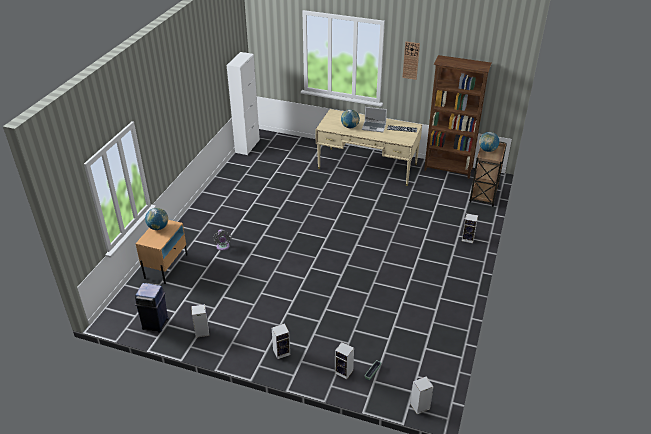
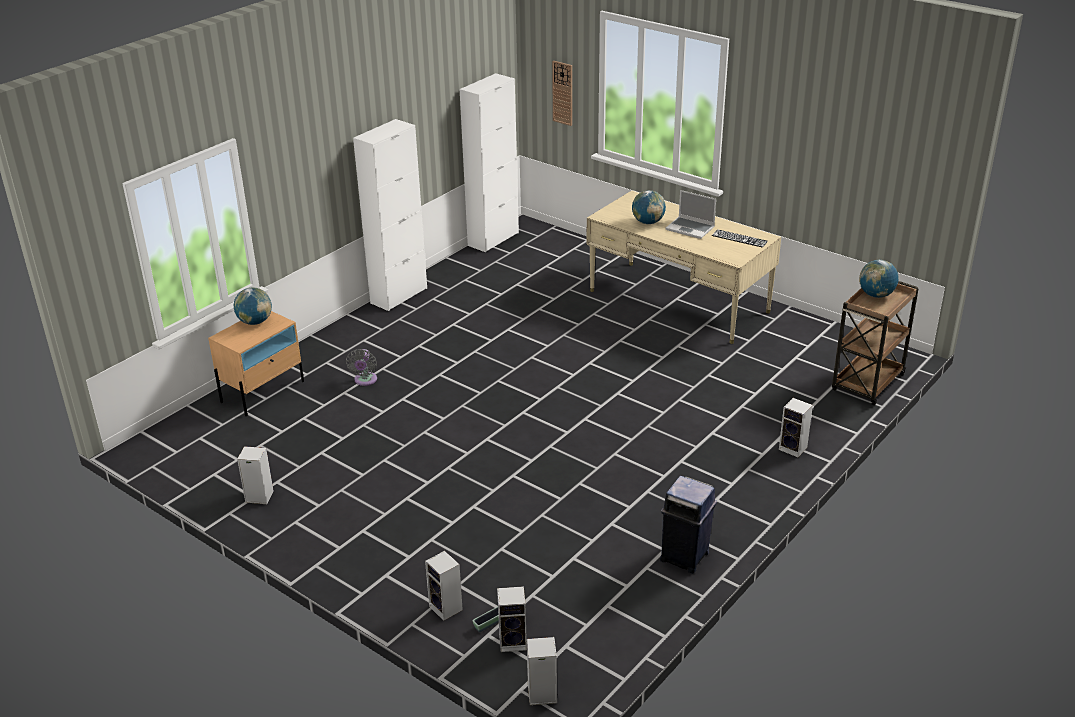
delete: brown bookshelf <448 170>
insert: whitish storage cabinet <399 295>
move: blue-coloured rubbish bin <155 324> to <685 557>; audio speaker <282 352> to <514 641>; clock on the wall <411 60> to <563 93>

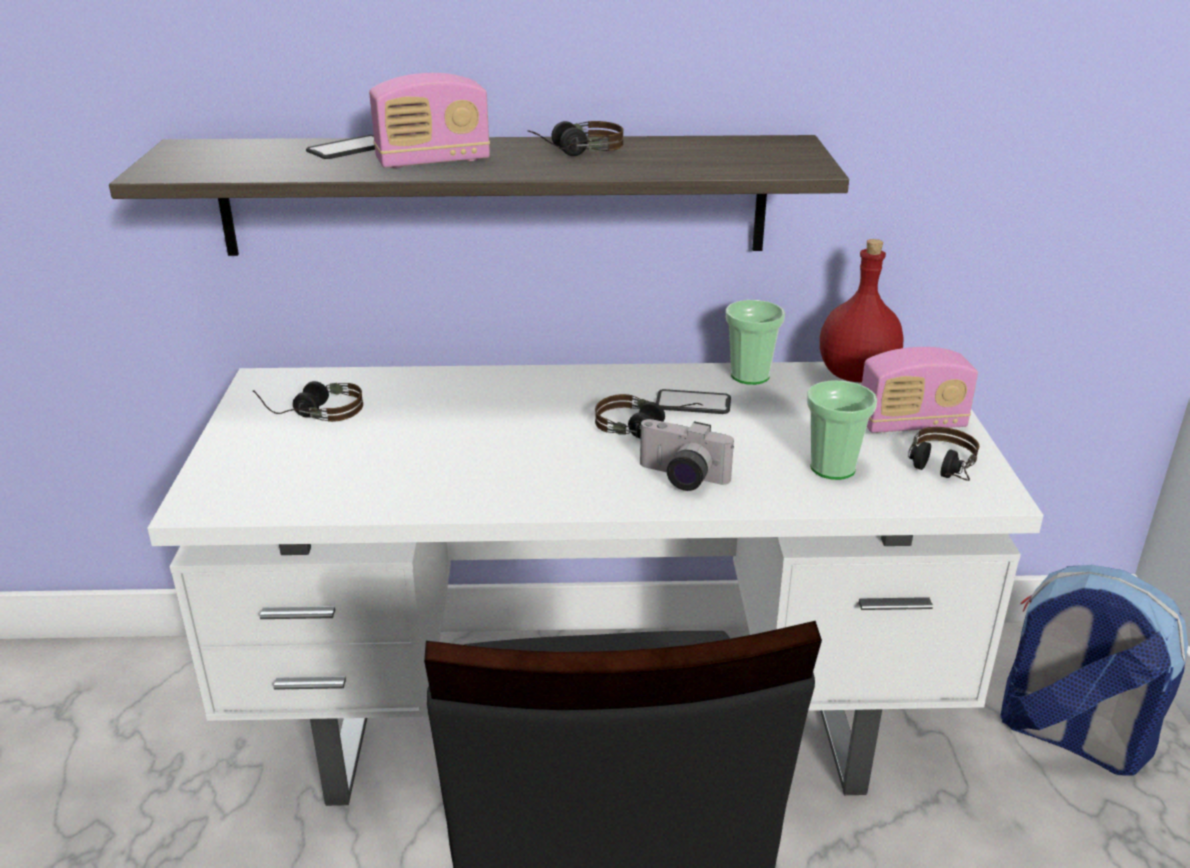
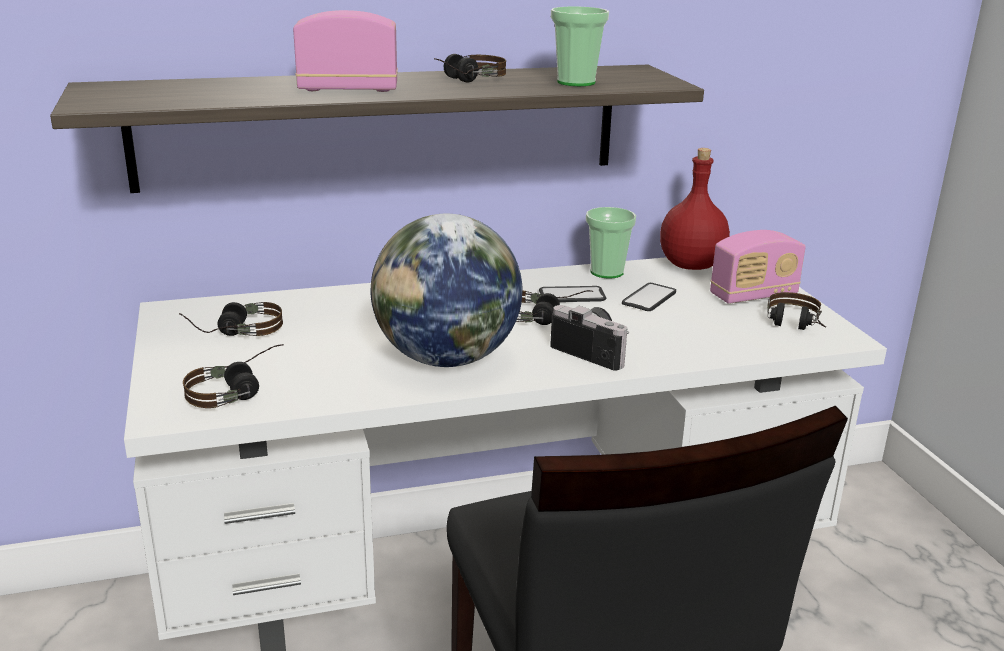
delete: backpack <1068 736>
insert: headphones <239 391>; desk globe <447 359>
move: phone <349 149> to <649 298>; drinking cup <832 468> to <576 82>
rotate: radio set <433 161> = <348 89> 150 degrees counterclockwise; photo camera <680 478> = <594 350> 150 degrees counterclockwise

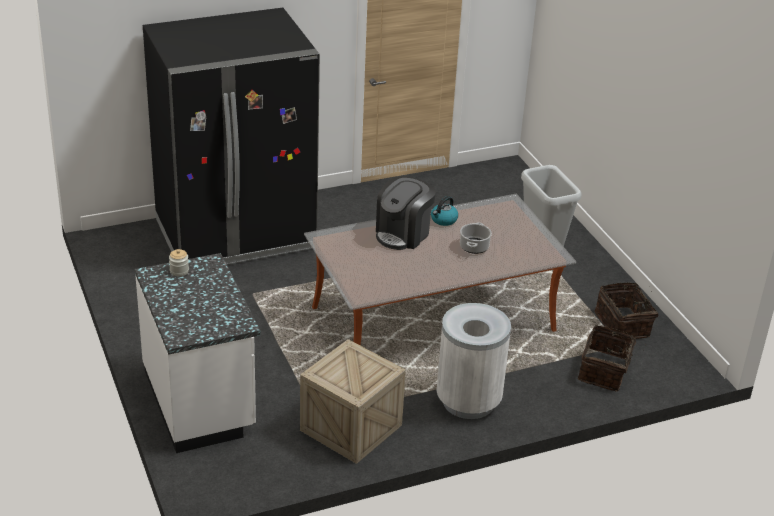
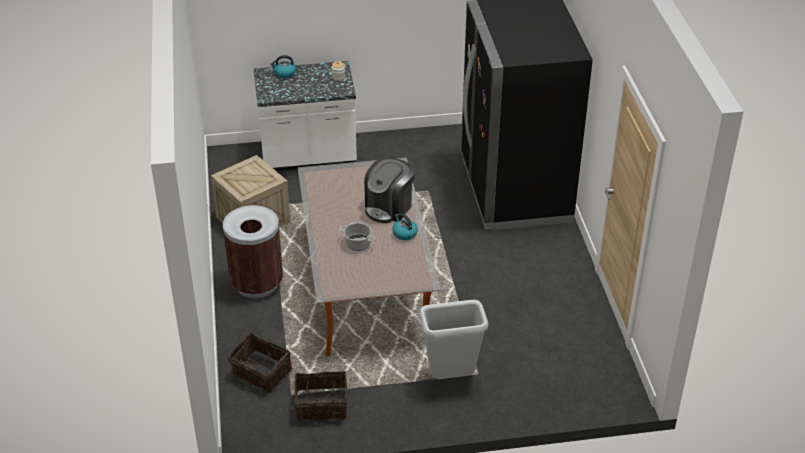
insert: water kettle <284 73>
recolor: whitish rubbish bin <468 401> to brown rubbish bin <257 283>
rotate: coffee machine <403 234> = <389 207> 105 degrees counterclockwise

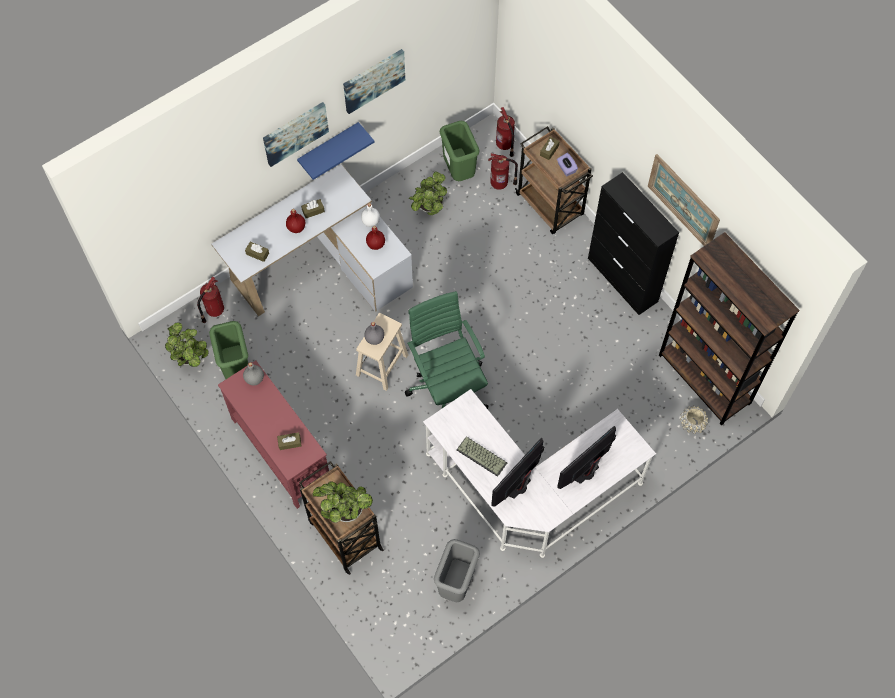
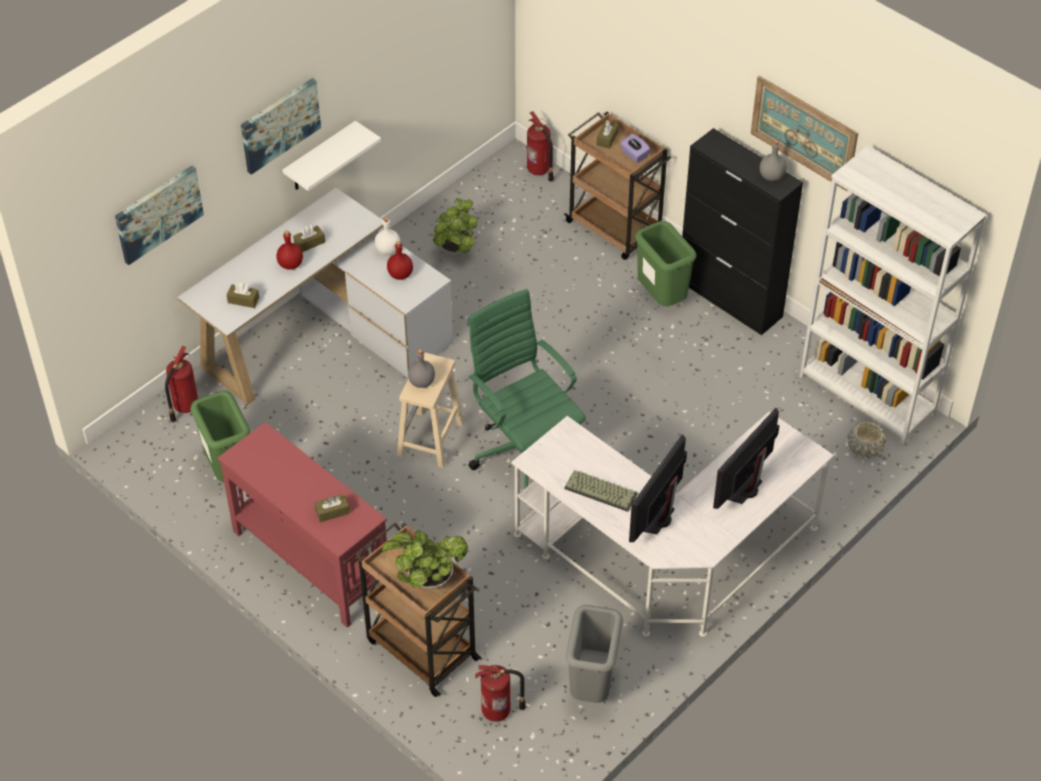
delete: houseplant <190 358>
move: greyish drink bottle <255 378> to <772 176>; wall art <373 80> to <158 213>; green rubbish bin <459 171> to <662 298>; fire-fighting cylinder <500 183> to <498 711>
recolor: blue-coloured wall shelf <329 147> to whitish wall shelf <320 158>; brown bookshelf <704 379> to whitish bookshelf <867 396>

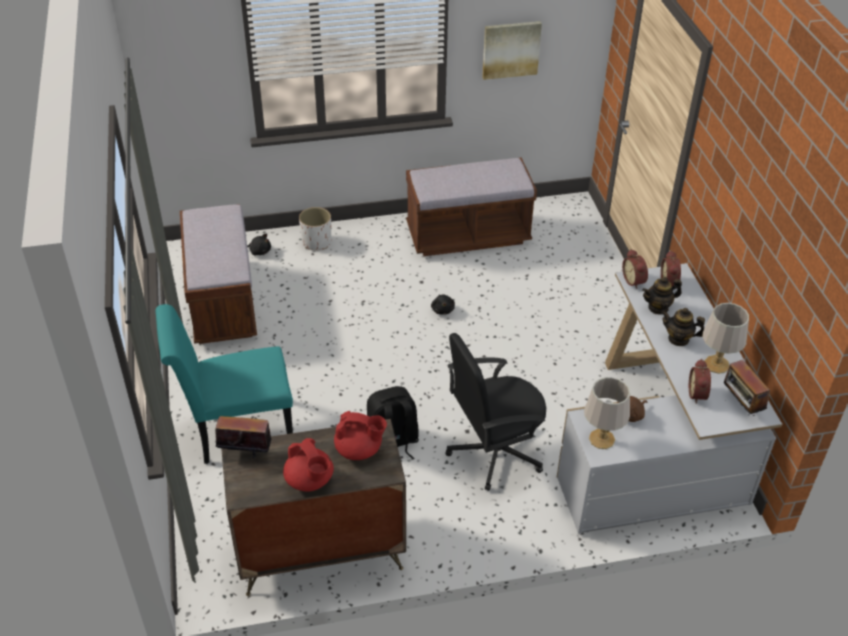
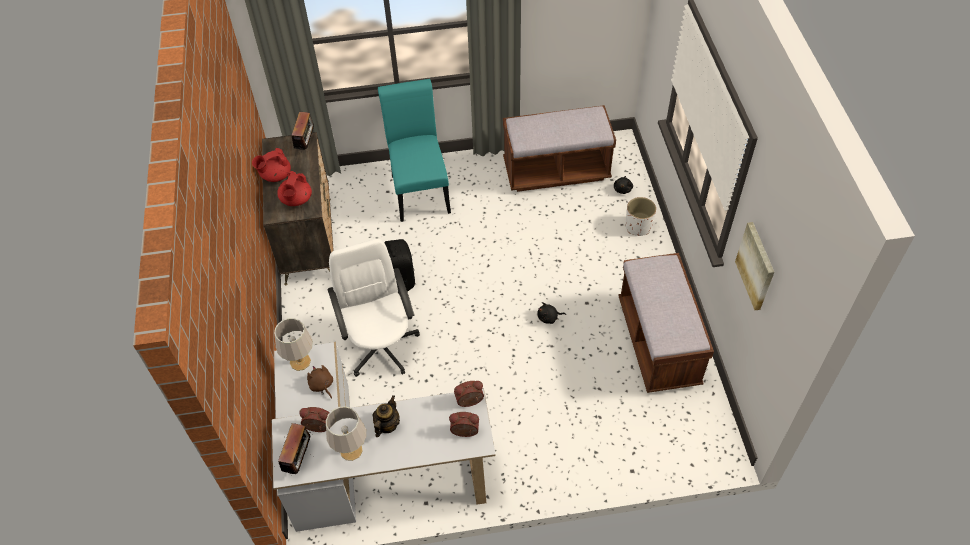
delete: pot for tea <658 307>
recolor: black computer chair <494 451> to whitish computer chair <381 345>
rotate: radio set <740 405> = <299 458> 120 degrees clockwise

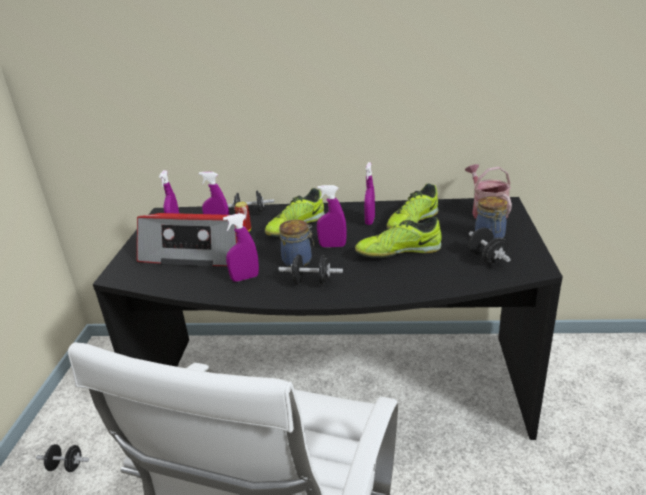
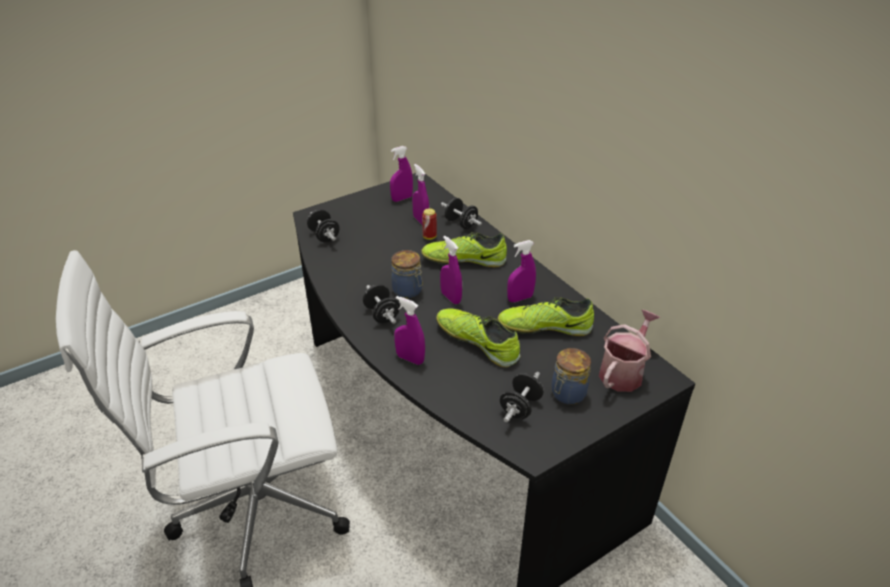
delete: radio set <196 252>
move: black hand weight <66 466> to <324 236>; purplish hand sprayer <245 278> to <410 359>

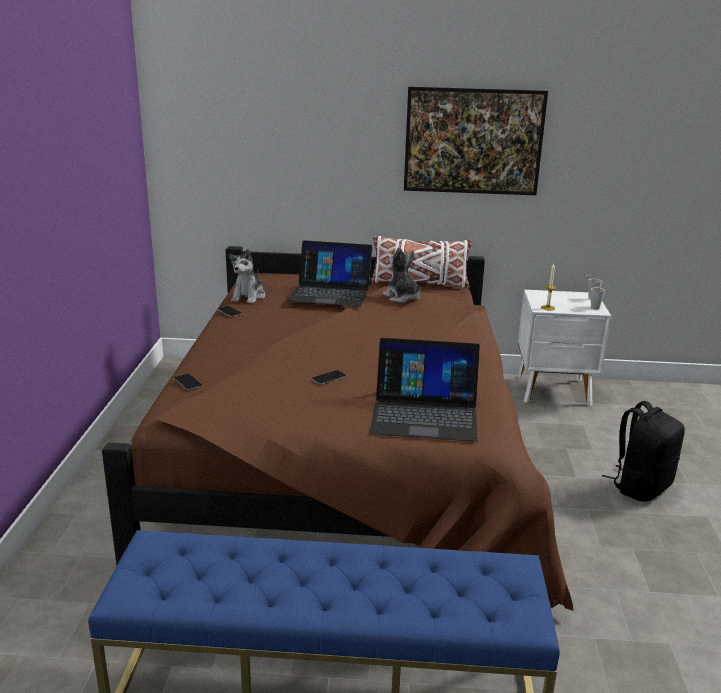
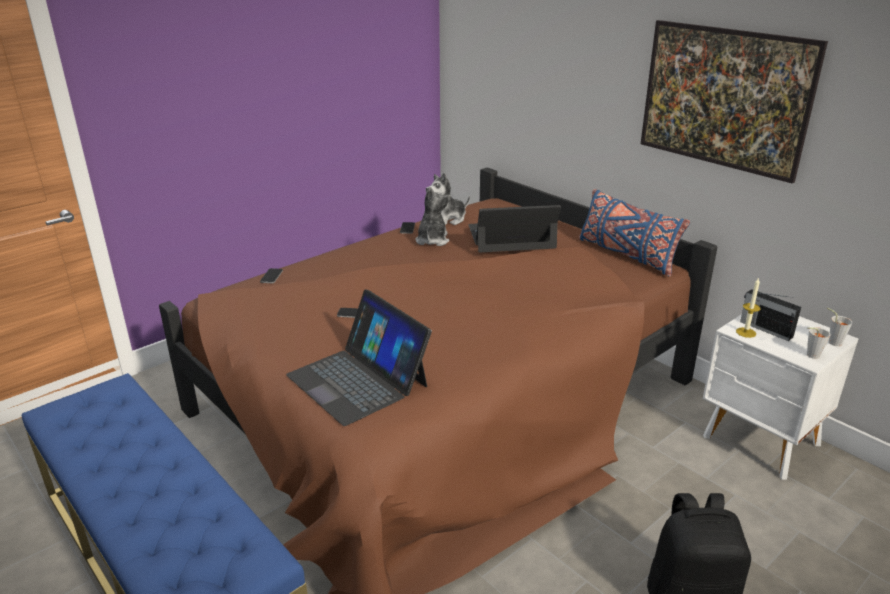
insert: radio set <765 329>
move: plush toy <402 297> to <432 240>
recolor: whitish throw pillow <419 283> to blue-coloured throw pillow <626 255>
rotate: notebook computer <330 292> = <511 237> 120 degrees clockwise

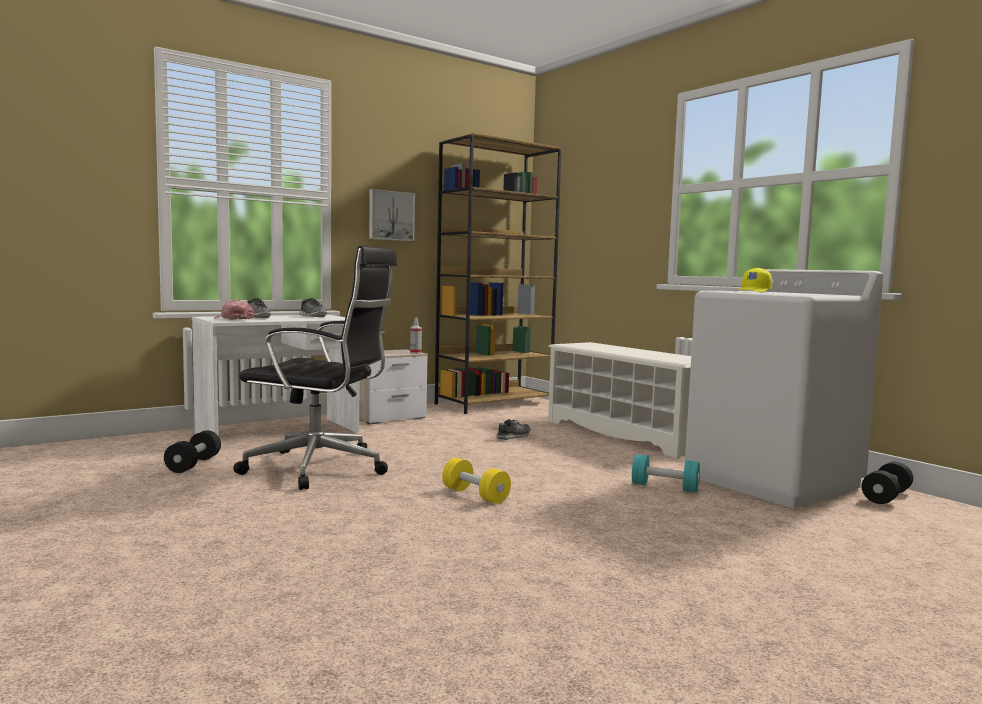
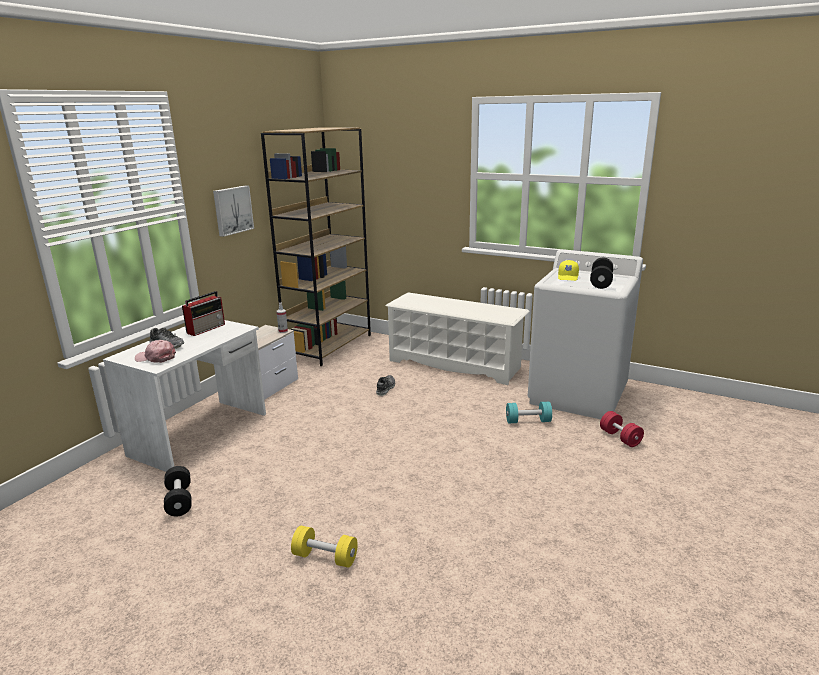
delete: black computer chair <320 468>
insert: red-coloured hand weight <620 438>
move: yellow hand weight <475 495> to <325 557>; black hand weight <886 496> to <601 282>
replace: item of footwear <312 316> to radio set <207 328>

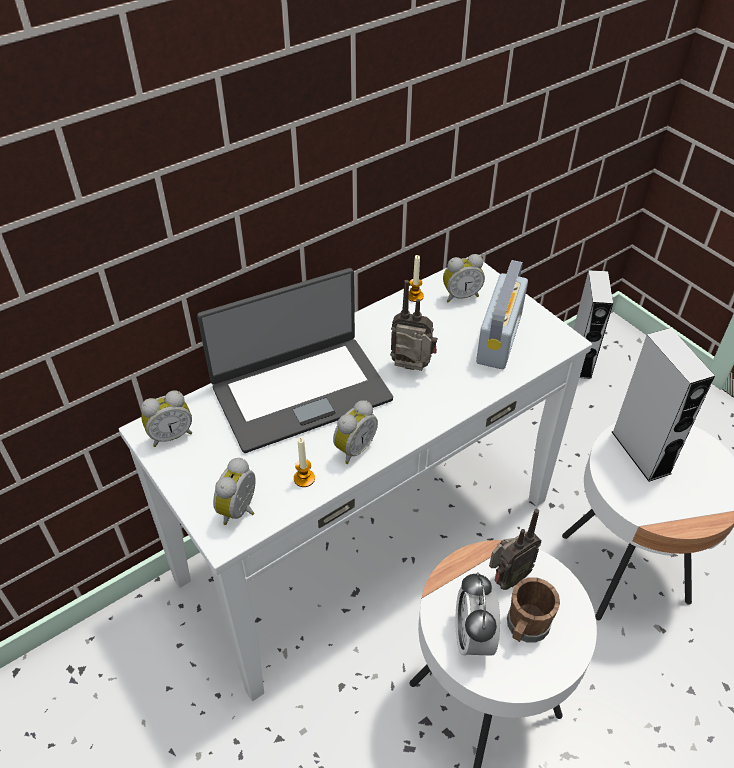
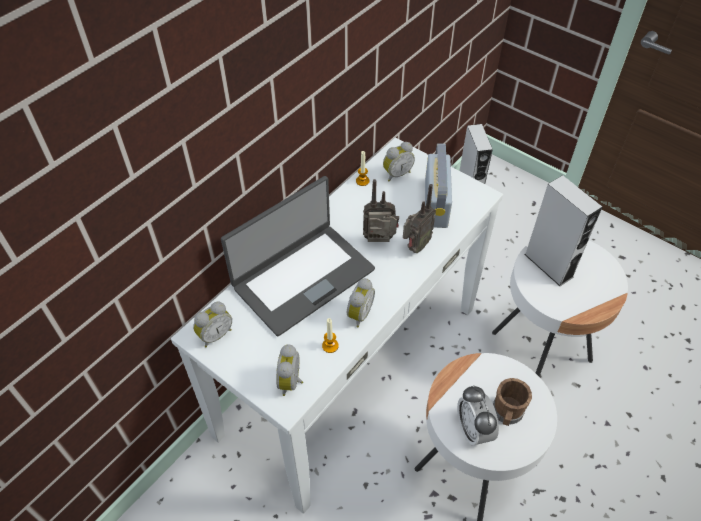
move: radio set <506 578> to <415 247>

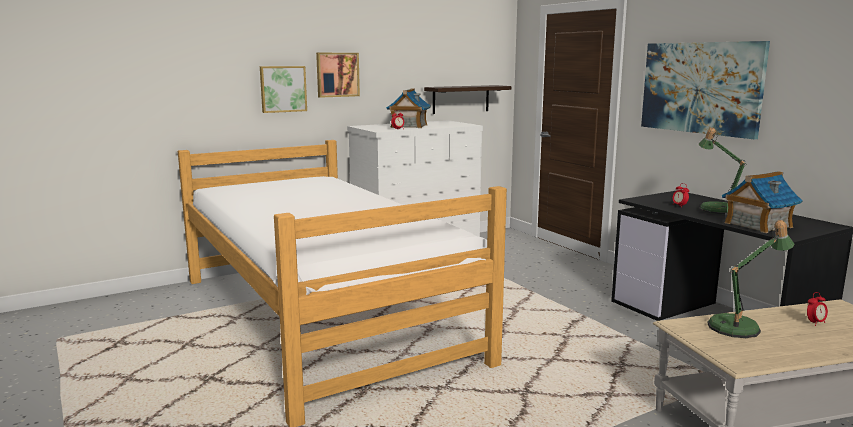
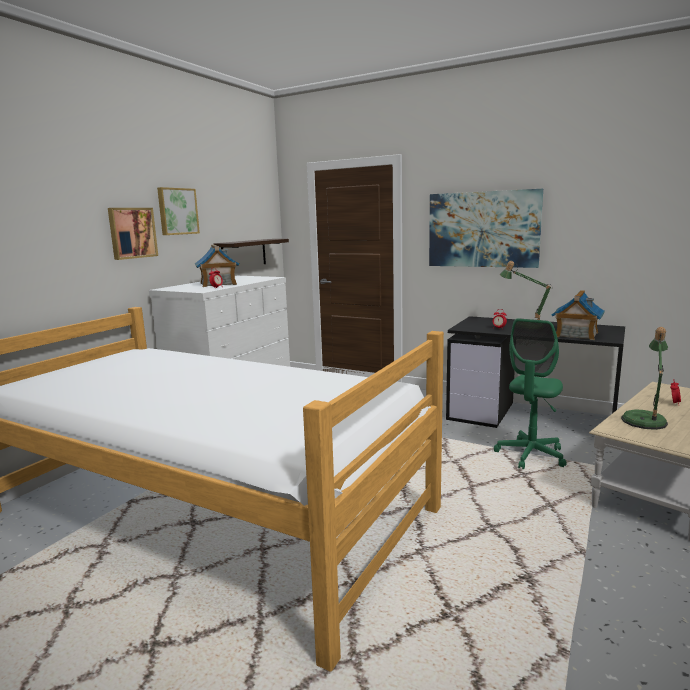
insert: green computer chair <530 455>
move: wall art <283 89> to <177 211>

